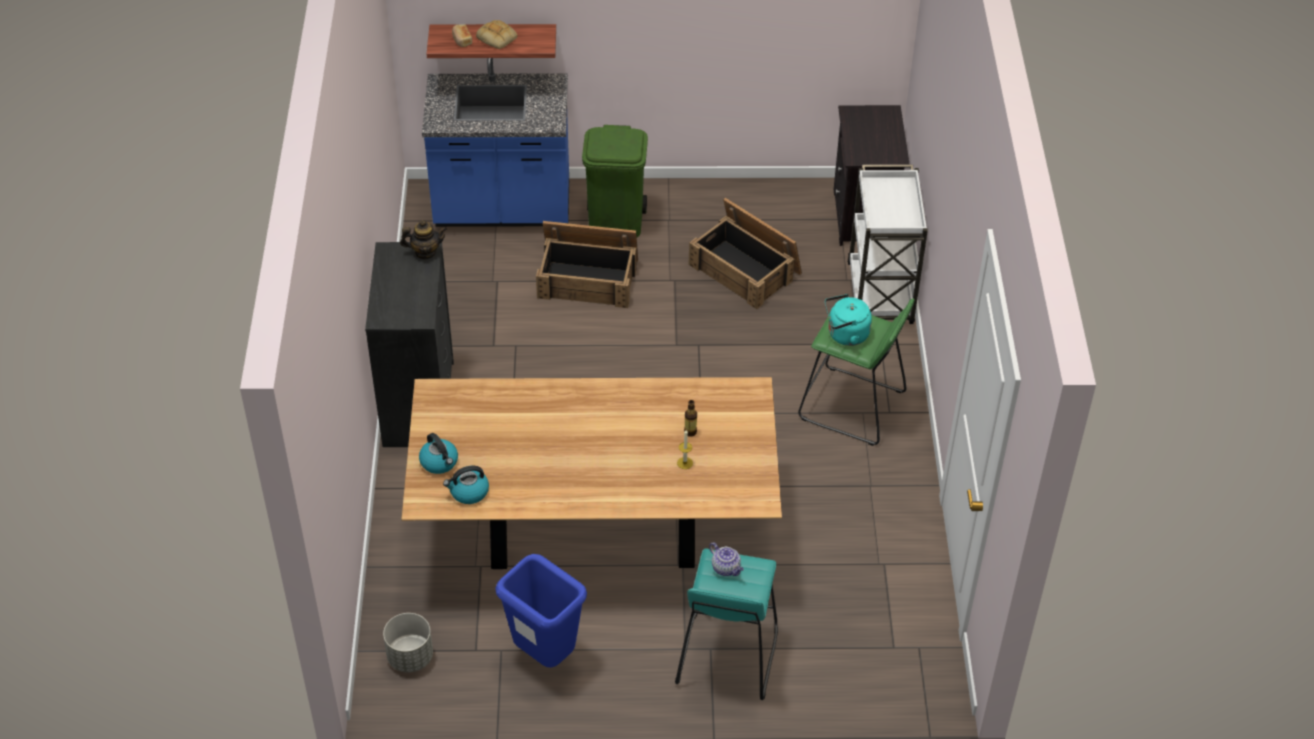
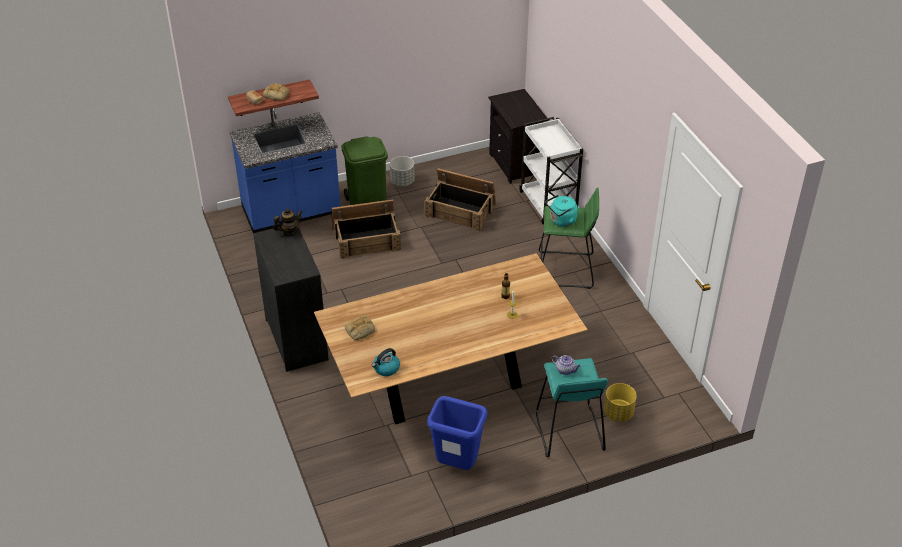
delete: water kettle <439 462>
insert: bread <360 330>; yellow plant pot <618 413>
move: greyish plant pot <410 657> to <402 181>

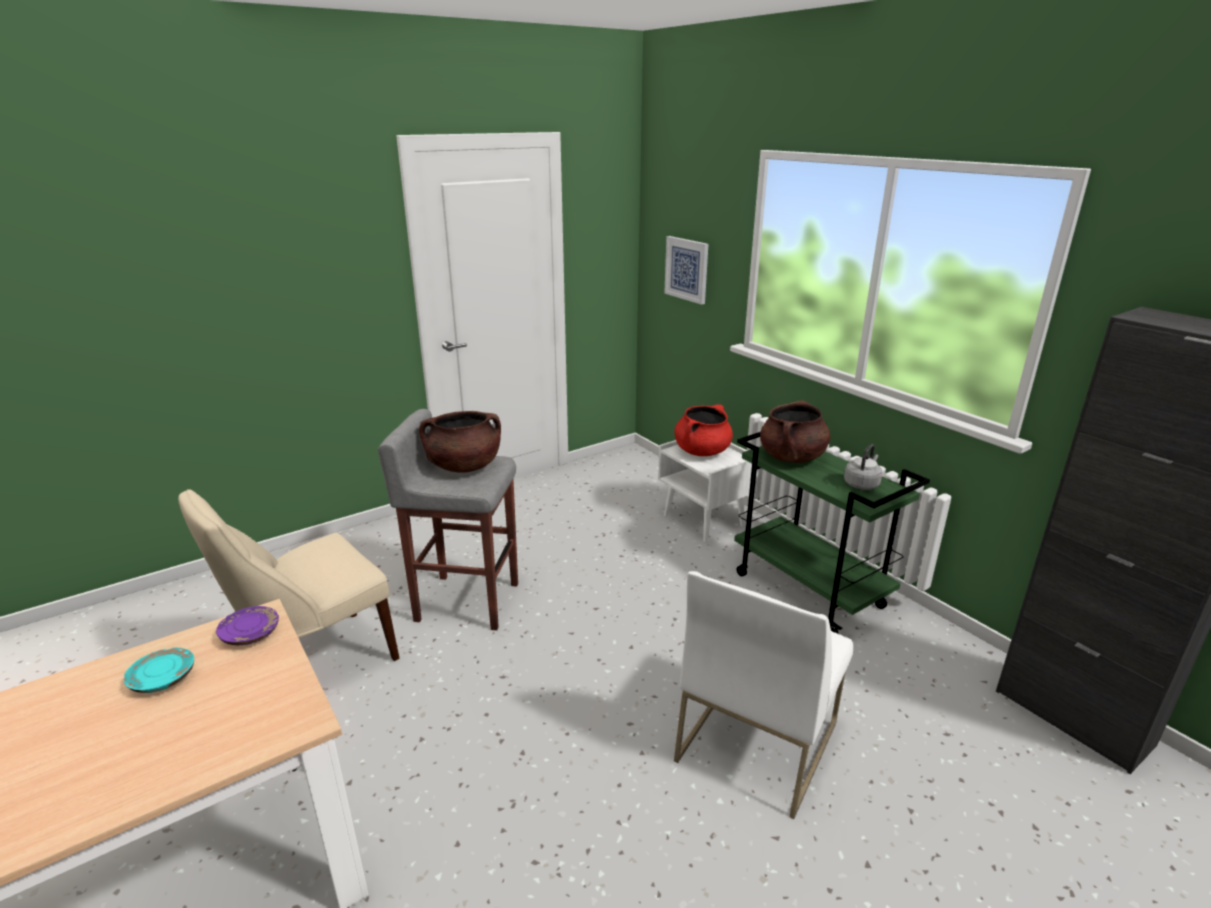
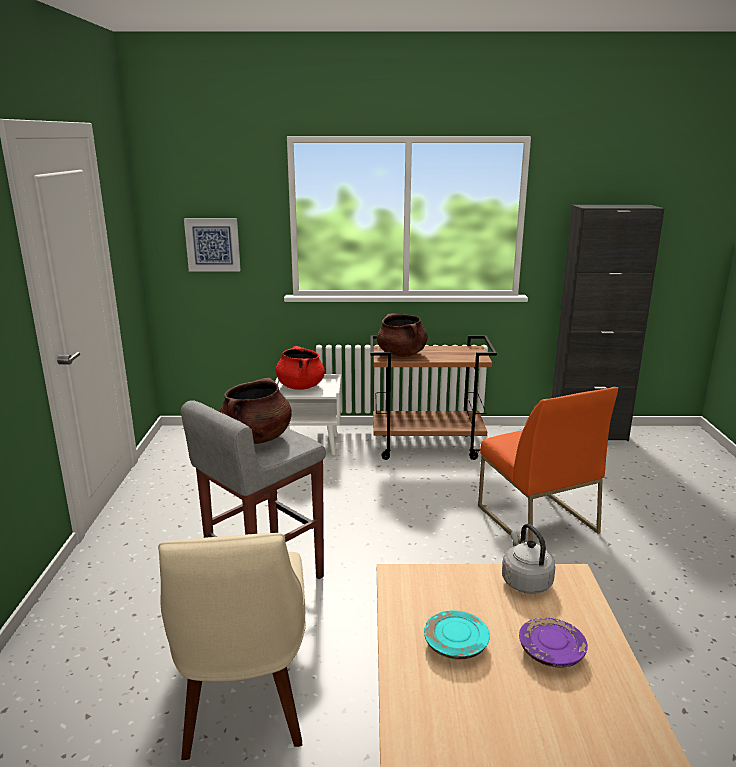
move: purplish dinner plate <250 634> to <551 652>; greyish water kettle <862 484> to <525 581>
recolor: whitish chair <756 740> to orange chair <535 519>; green cart <810 591> to brown cart <428 446>

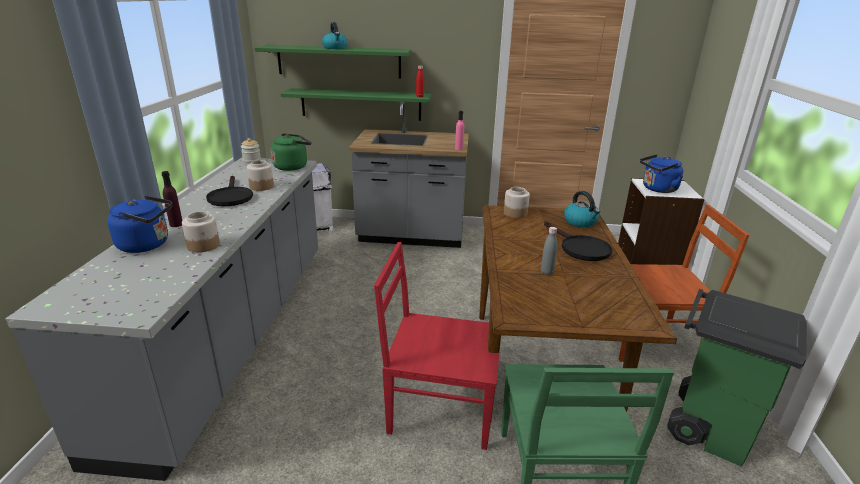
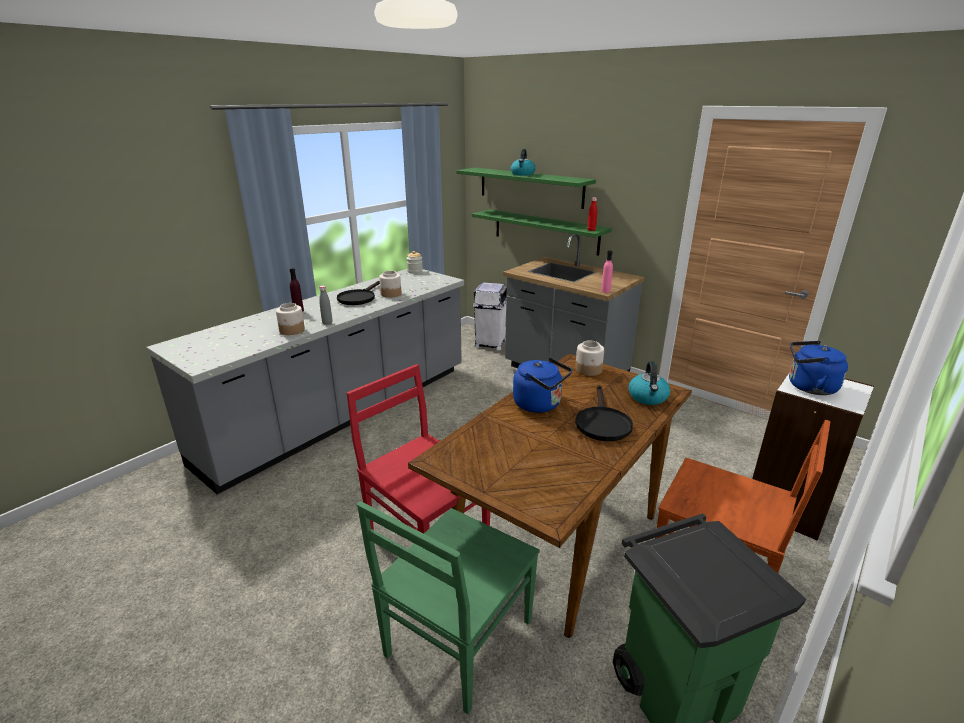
delete: green water kettle <292 166>
move: blue-coloured water kettle <147 245> to <540 405>; greyish drink bottle <547 272> to <327 323>

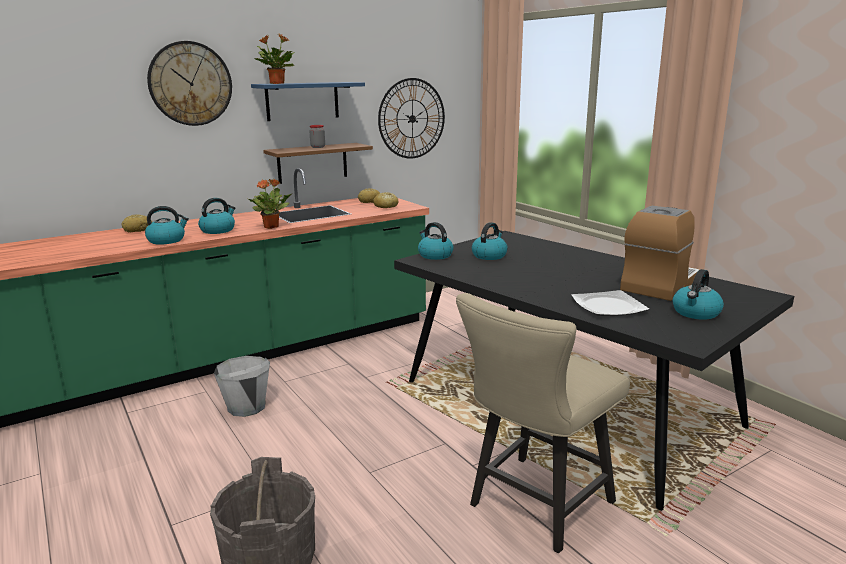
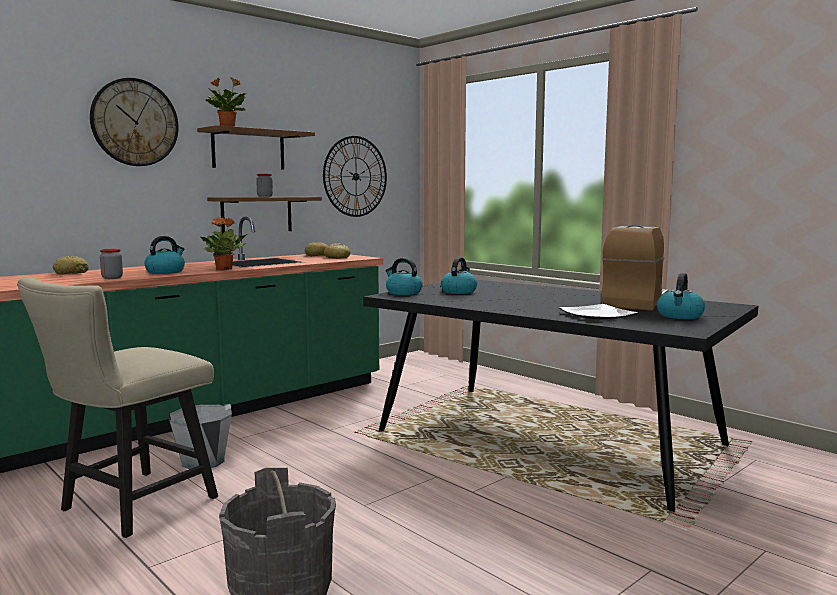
move: beige-coloured chair <534 507> to <129 507>
replace: water kettle <167 240> to storage jar <112 278>
recolor: blue-coloured wall shelf <302 101> to brown wall shelf <248 150>

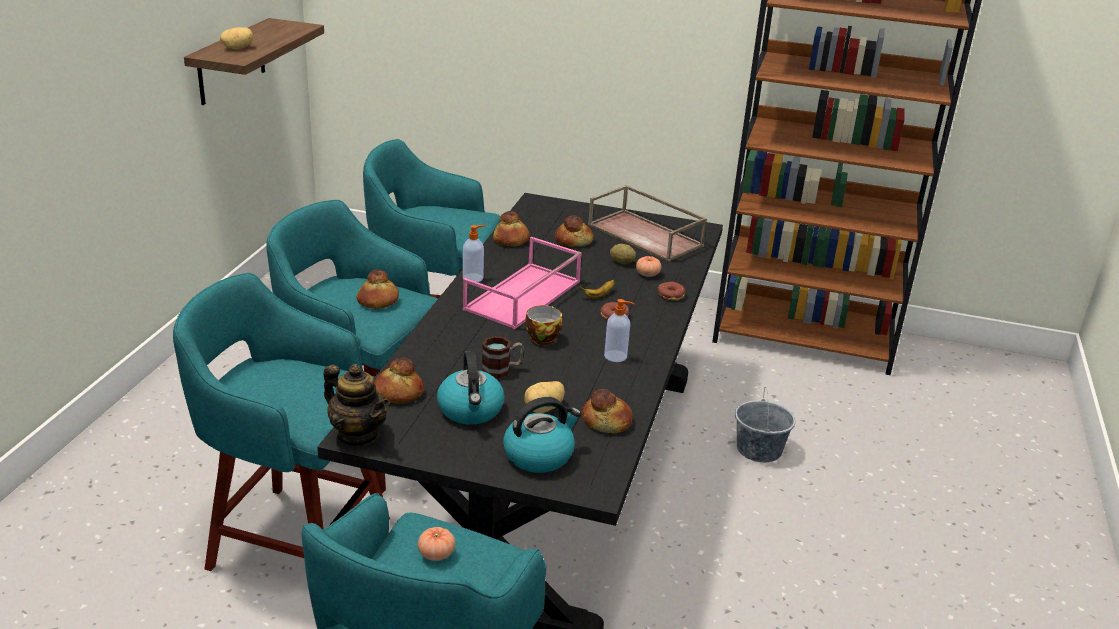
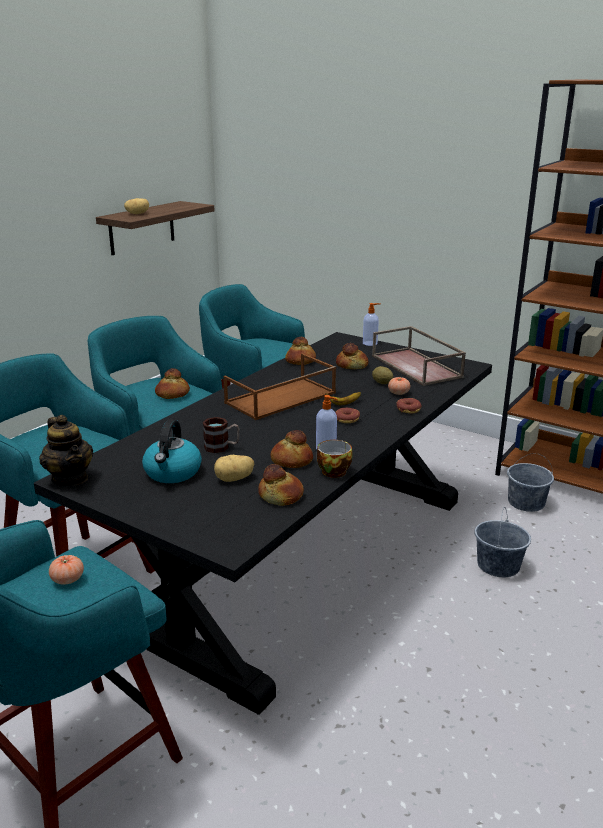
delete: water kettle <539 455>
insert: greyish pail <526 502>
move: bread <397 393> to <291 460>; soap dispenser <473 278> to <370 343>; drinking cup <541 337> to <333 470>
recolor: pink-coloured carrying tray <523 296> to brown carrying tray <280 398>

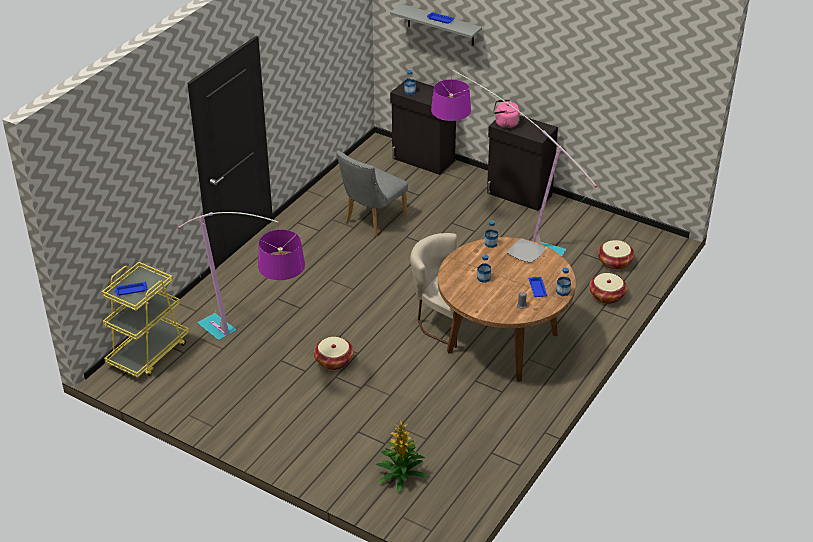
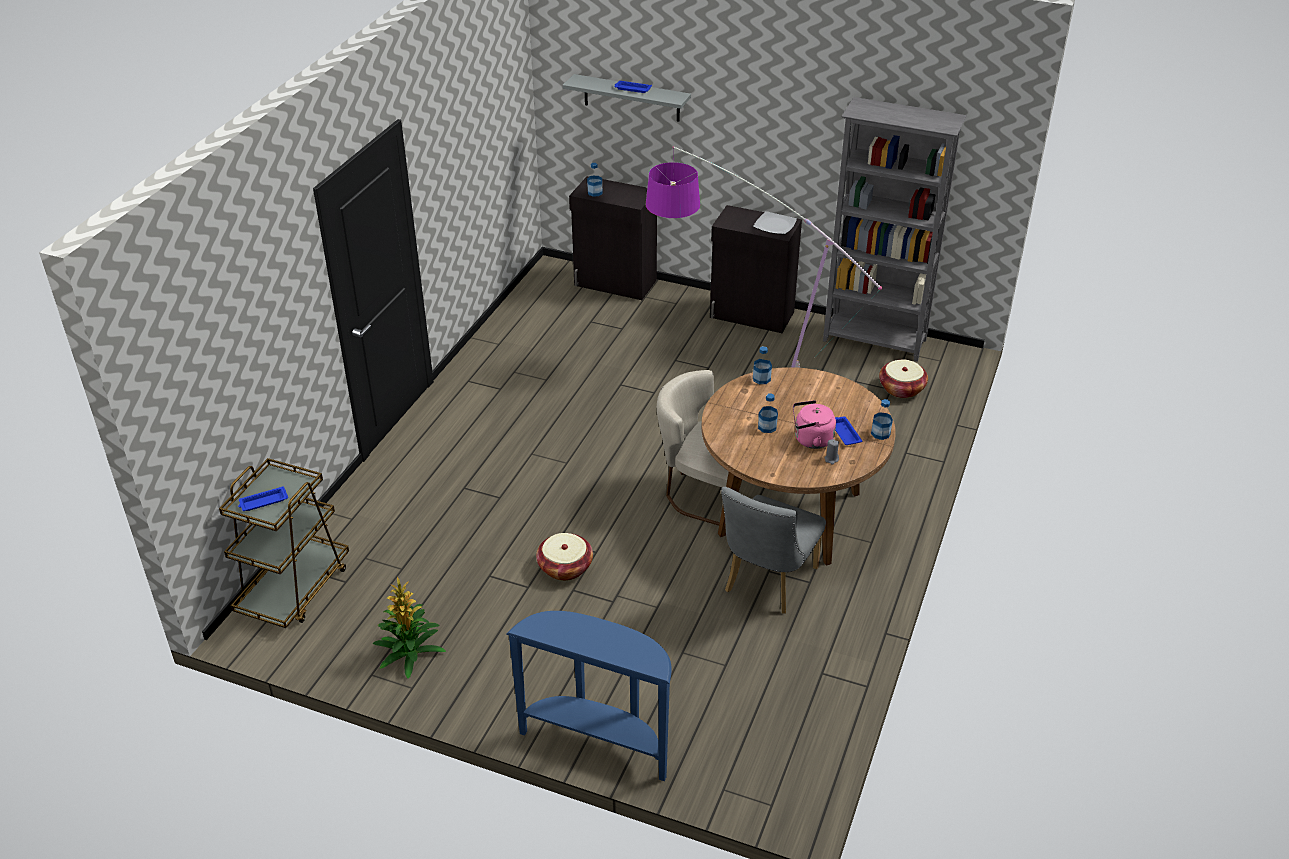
delete: standing lamp <256 358>; storage basket <606 296>
insert: blue-coloured narrow table <598 741>; greyish bookshelf <875 341>
move: greyish chair <372 221> to <767 584>; houseplant <400 474> to <409 652>; pink-coloured water kettle <505 123> to <810 440>; dinner plate <525 252> to <774 225>
recolor: yellow cart <149 353> to brown cart <294 589>

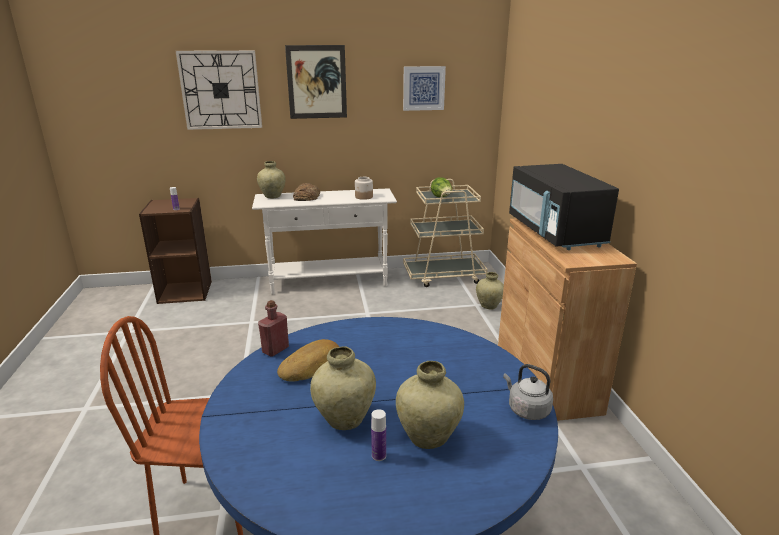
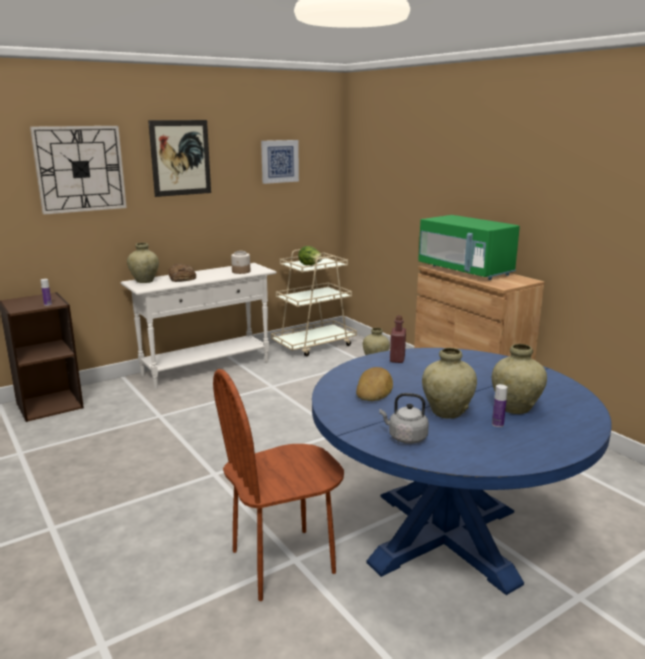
move: red-coloured drink bottle <275 350> to <397 359>; greyish water kettle <526 409> to <405 437>
recolor: black microwave <555 232> to green microwave <465 271>

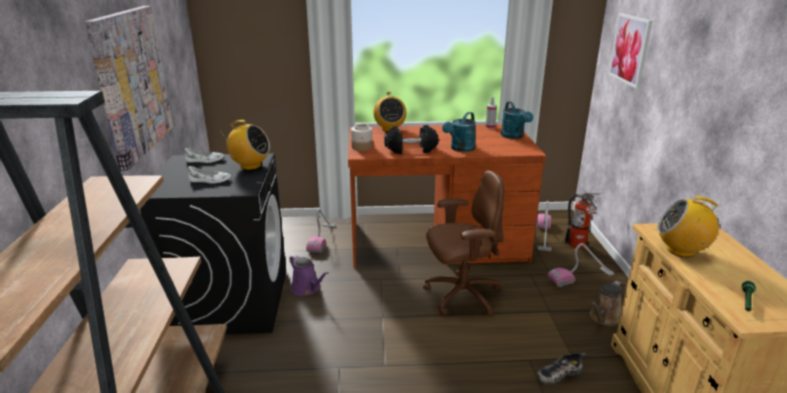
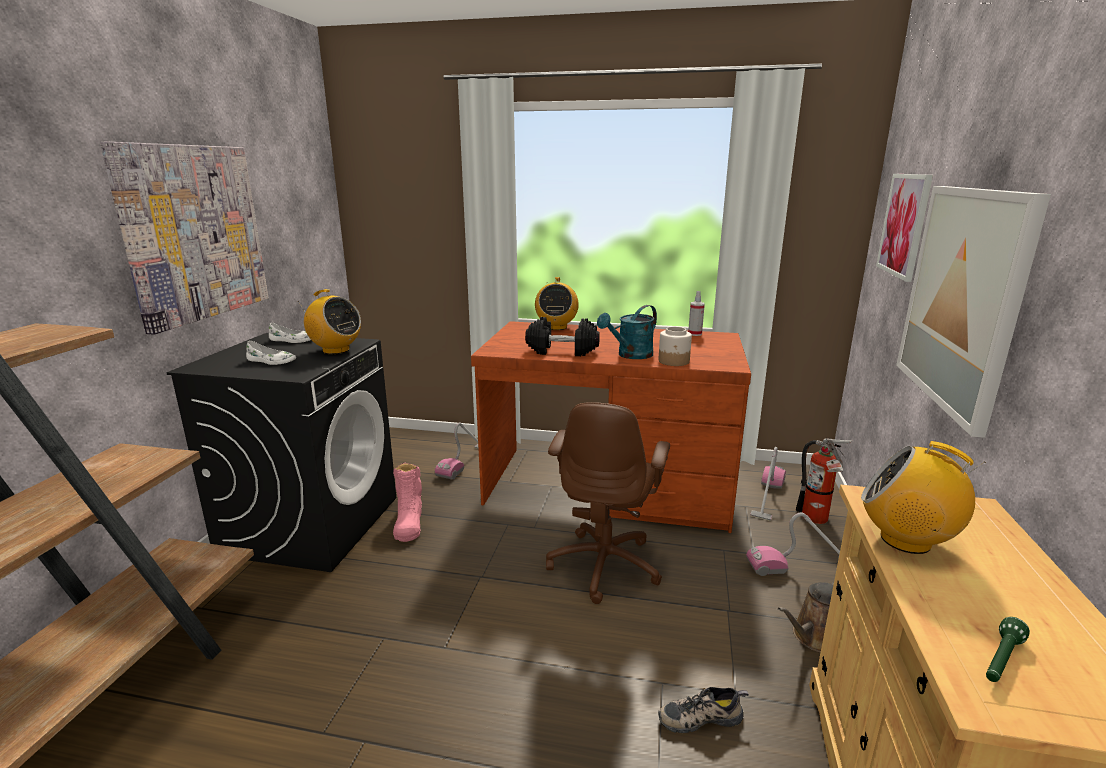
delete: turquoise-coloured sprinkling can <514 136>
insert: wall art <962 299>
move: storage jar <362 147> to <674 361>
replace: purplish sprinkling can <307 288> to pink-coloured boot <409 522>
rotate: brown computer chair <461 295> = <605 564> 105 degrees clockwise

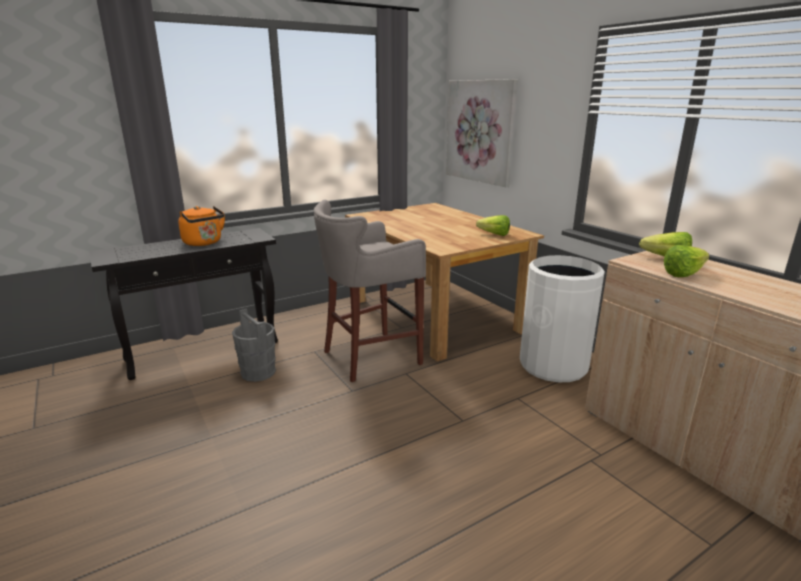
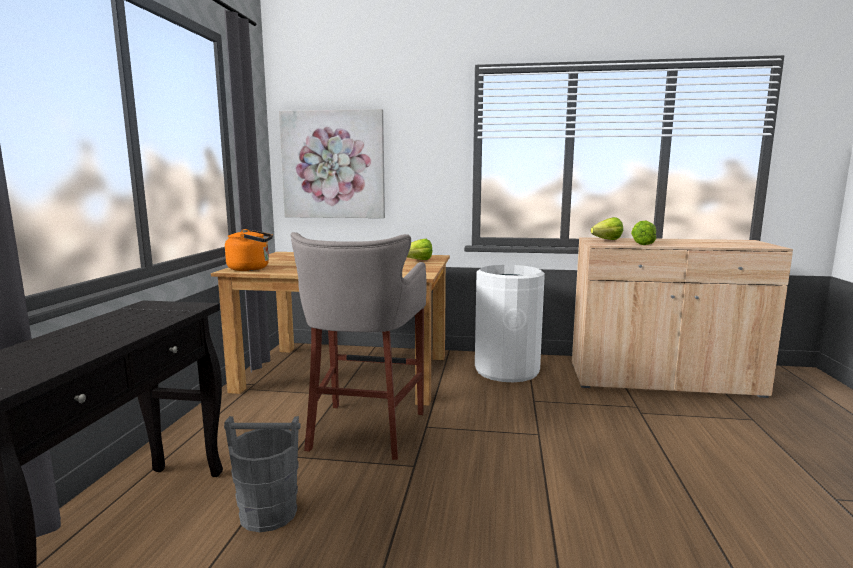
move: orange water kettle <204 243> to <251 268>

